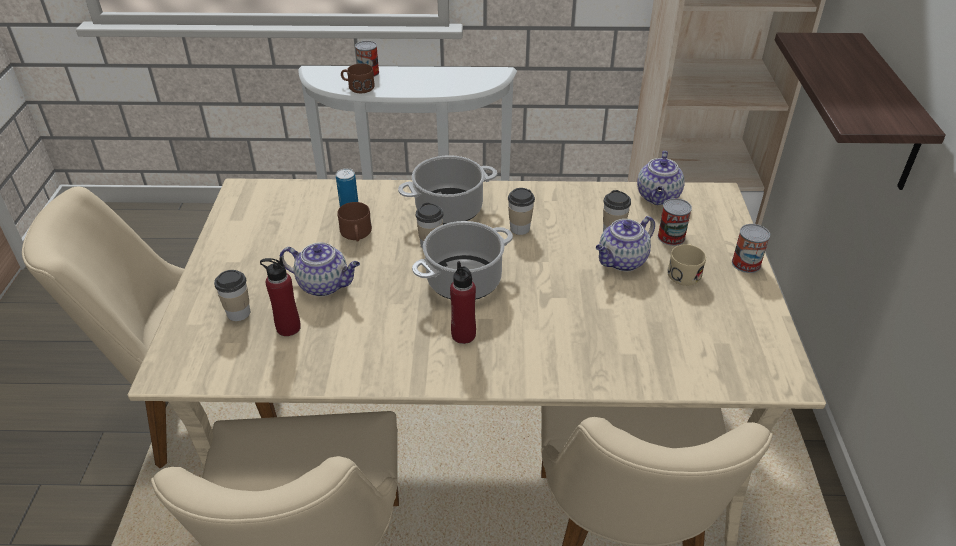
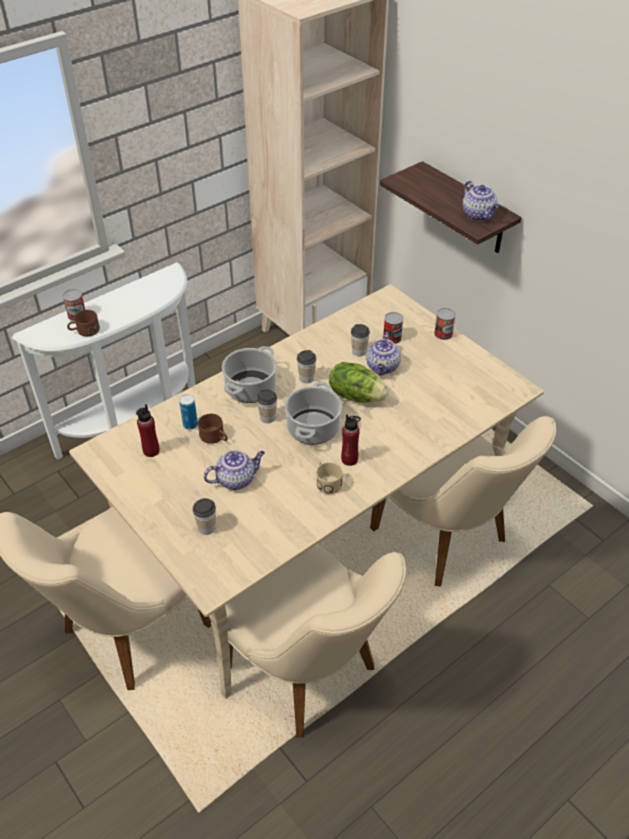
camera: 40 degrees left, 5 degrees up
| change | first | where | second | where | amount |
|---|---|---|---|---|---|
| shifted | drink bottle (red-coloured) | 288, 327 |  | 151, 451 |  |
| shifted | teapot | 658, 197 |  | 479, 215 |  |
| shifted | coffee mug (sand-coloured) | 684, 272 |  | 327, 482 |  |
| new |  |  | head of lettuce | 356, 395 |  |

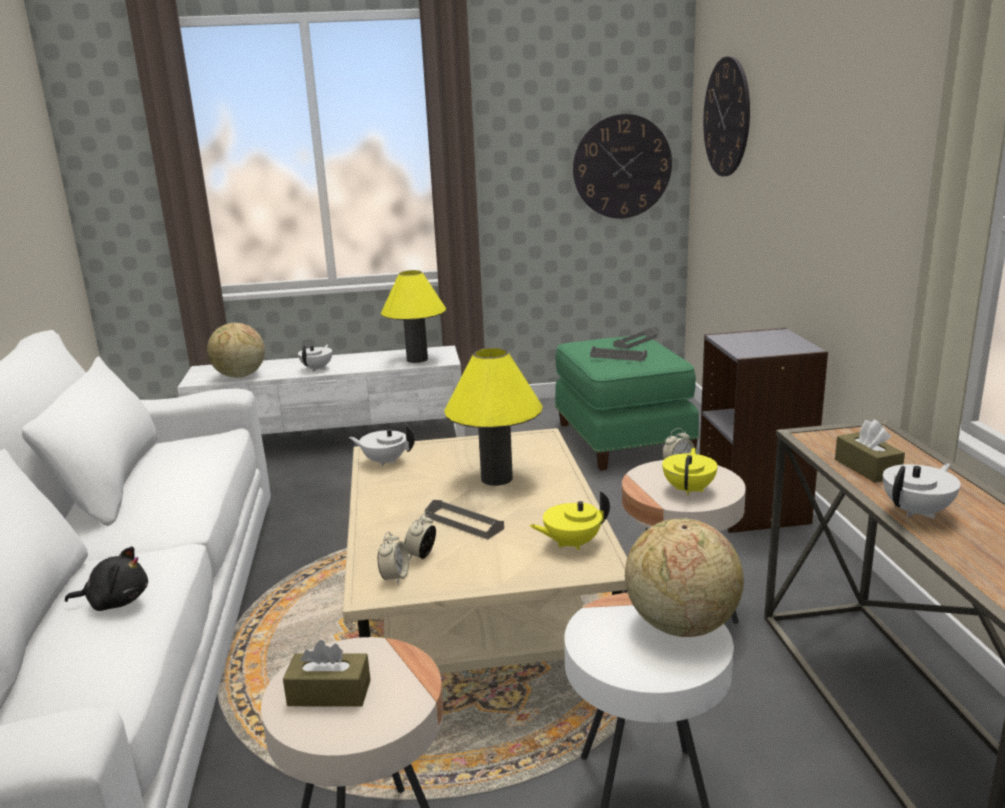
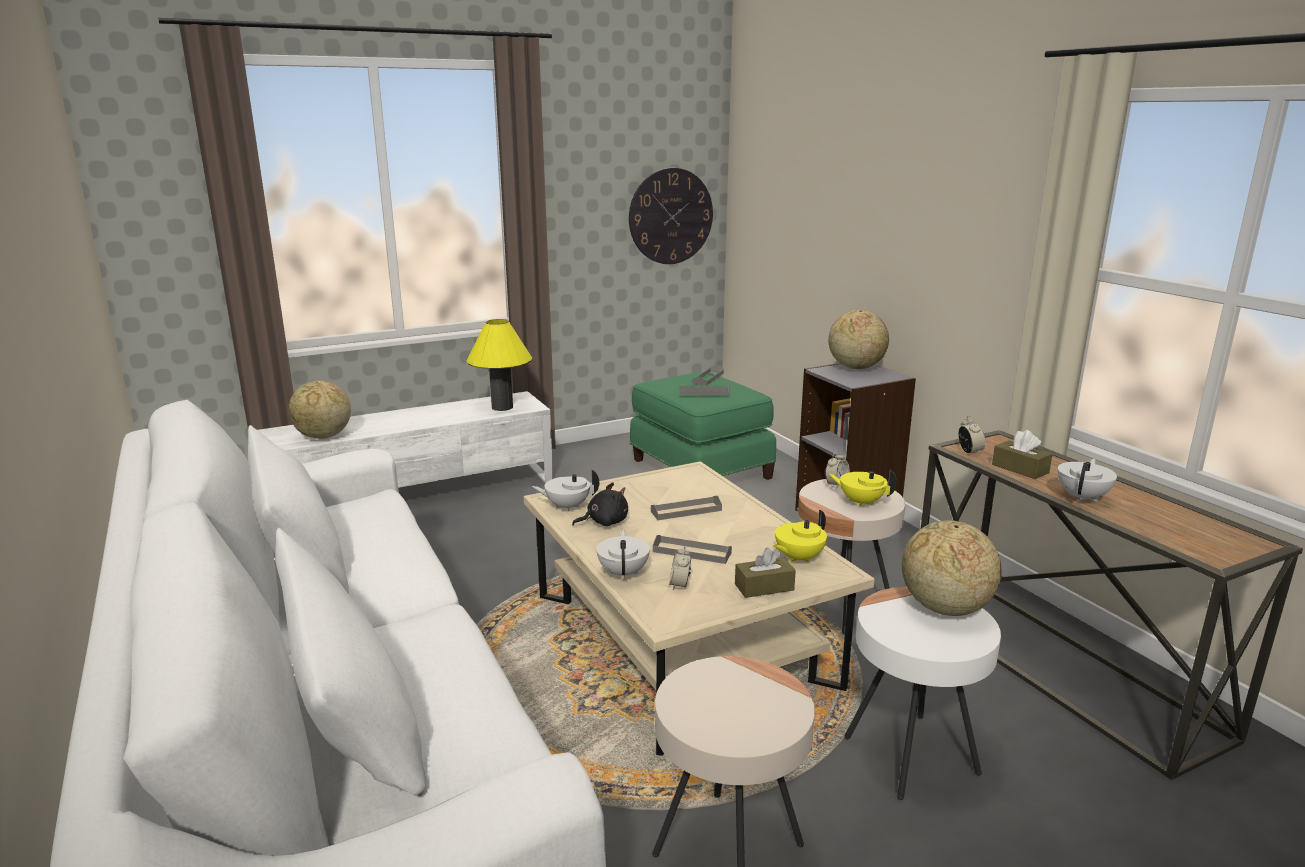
camera: 20 degrees left, 0 degrees up
| change | first | where | second | where | amount |
|---|---|---|---|---|---|
| shifted | soft toy (black-coloured) | 116, 601 |  | 604, 522 |  |
| shifted | tissue box (brownish) | 329, 693 |  | 764, 587 |  |
| shifted | teapot (white) | 317, 368 |  | 624, 572 |  |
| shifted | bedside clock | 395, 577 |  | 969, 451 |  |
| swapped | table lamp (yellow-coloured) | 496, 478 | serving tray (gray) | 686, 511 |  |
| rotated | teapot (yellow-coloured) | 689, 489 |  | 861, 502 | 60 degrees counterclockwise |
| gone | hanging clock | 727, 117 |  |  |  |
| new |  |  | world globe | 855, 368 |  |

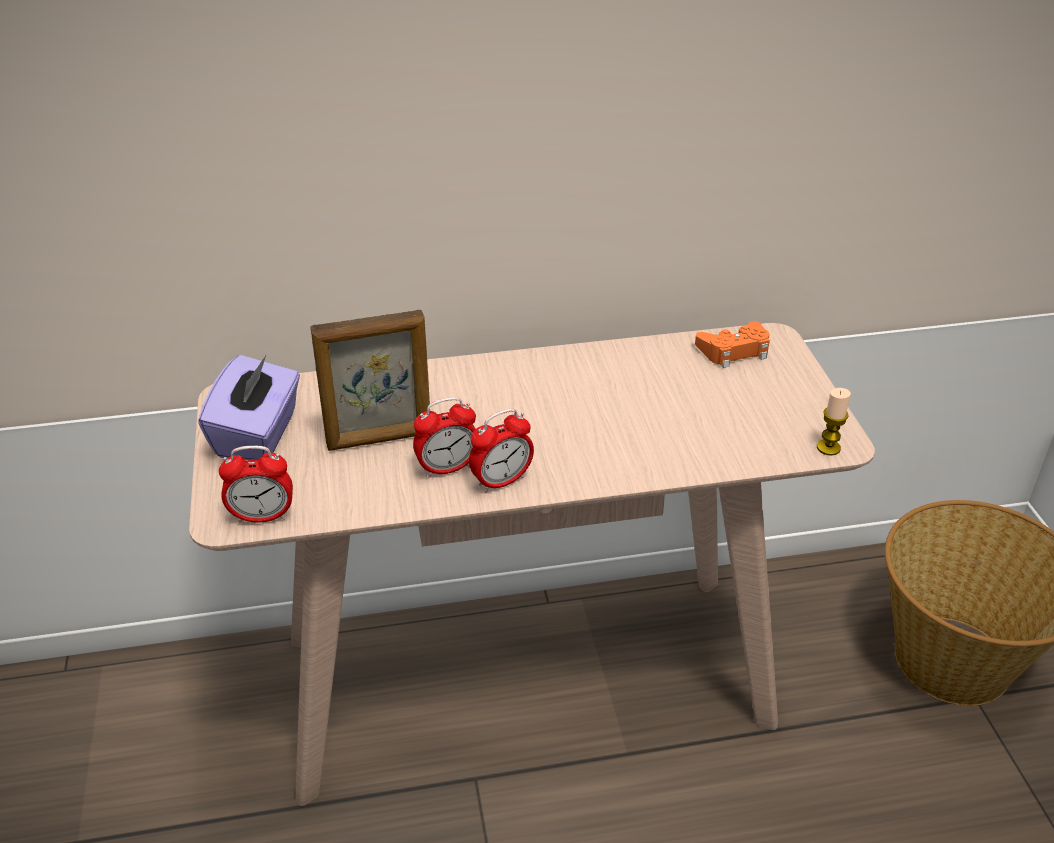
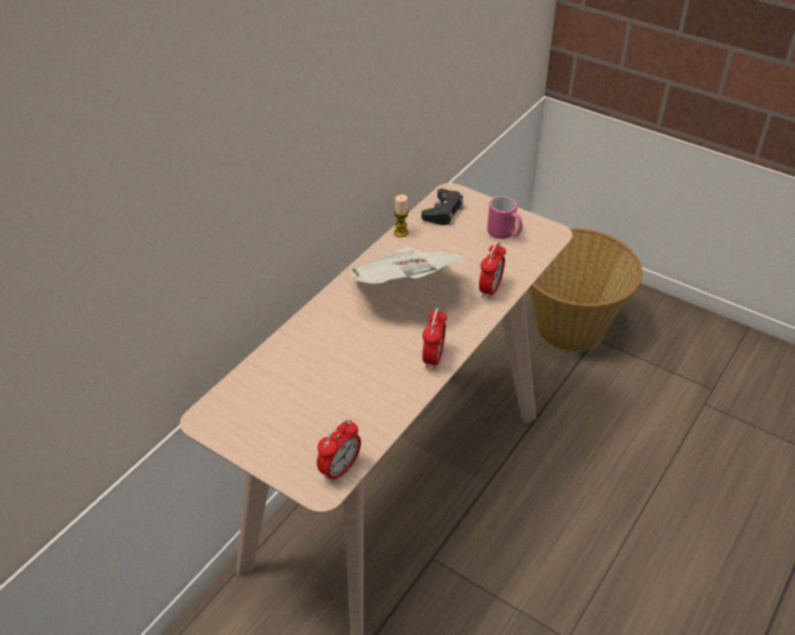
camera: 45 degrees left, 5 degrees up
| change | first | where | second | where | amount |
|---|---|---|---|---|---|
| gone | tissue box (purple) | 258, 434 |  |  |  |
| gone | picture frame | 380, 439 |  |  |  |
| shifted | bedside clock | 447, 468 |  | 490, 289 |  |
| repainted | game controller (orangey) | 734, 351 | game controller (black-coloured) | 443, 212 |  |
| shifted | candle | 828, 448 |  | 401, 232 |  |
| new |  |  | printed paper | 405, 287 |  |
| new |  |  | coffee mug (pink-coloured) | 504, 234 |  |

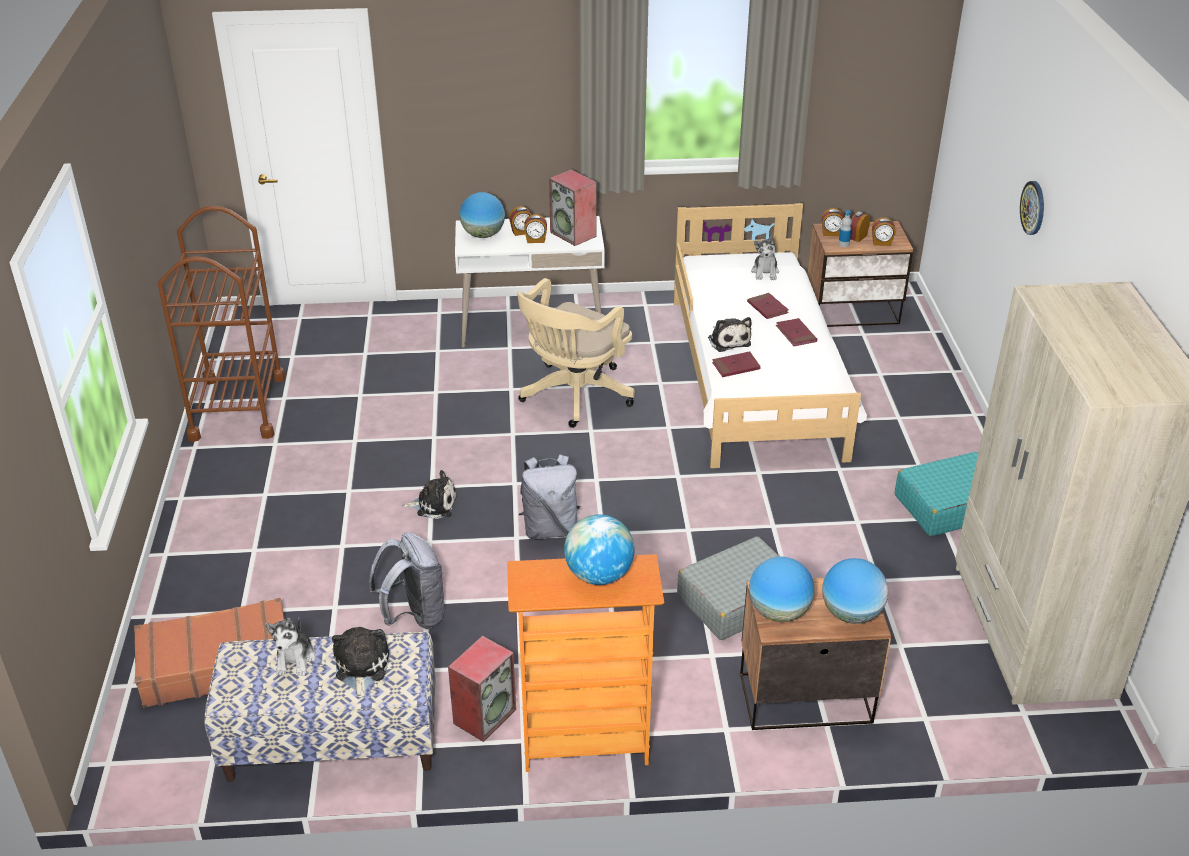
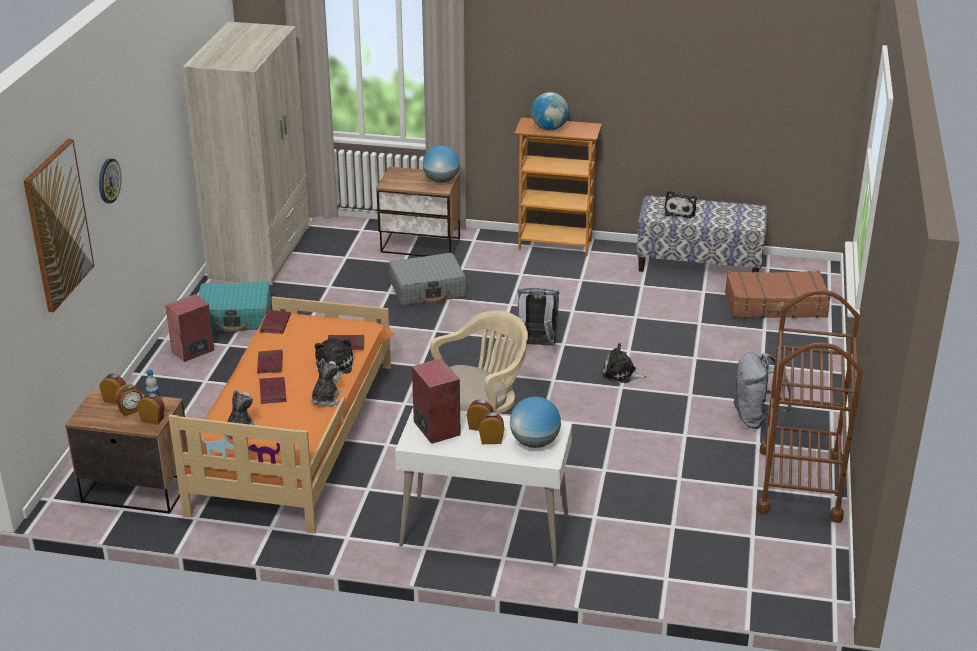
camera: 165 degrees left, 5 degrees down
| change | first | where | second | where | amount |
|---|---|---|---|---|---|
| shifted | soft toy | 295, 659 |  | 325, 399 |  |
| shifted | rucksack (gray) | 414, 615 |  | 756, 418 |  |
| shifted | speaker | 484, 715 |  | 192, 351 |  |
| repainted | bedroom bed (white) | 757, 377 | bedroom bed (orangey) | 293, 435 |  |
| gone | world globe | 851, 614 |  |  |  |
| new |  |  | wall picture | 58, 225 |  |
| new |  |  | bound book (red-coloured) | 275, 324 |  |

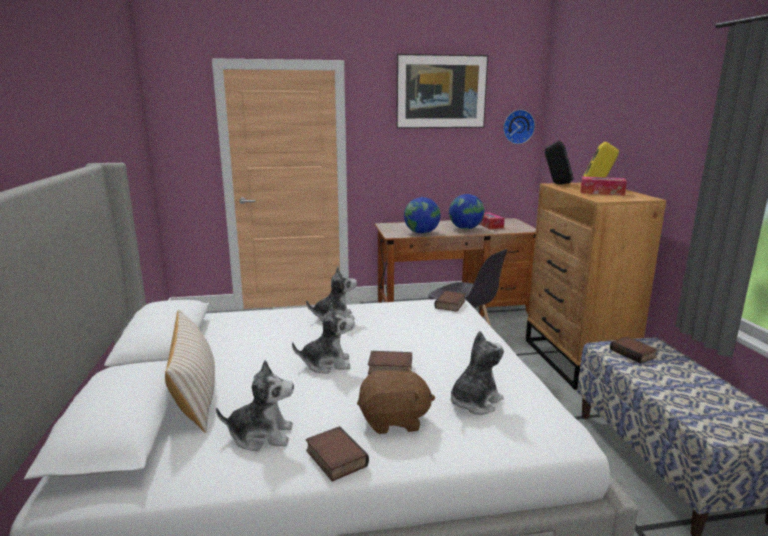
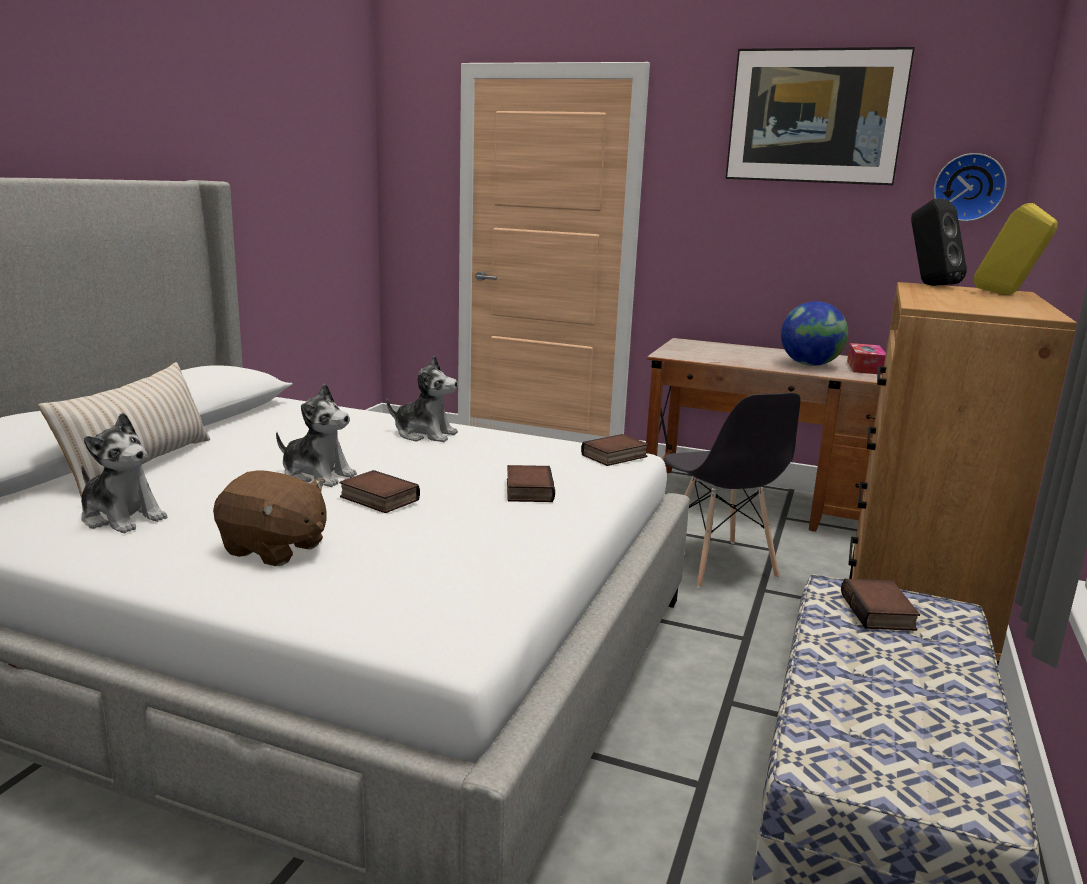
camera: 30 degrees right, 0 degrees up
| change | first | where | second | where | amount |
|---|---|---|---|---|---|
| shifted | bound book | 334, 458 |  | 527, 490 |  |
| gone | world globe | 421, 233 |  |  |  |
| gone | soft toy | 474, 402 |  |  |  |
| gone | tissue box | 601, 192 |  |  |  |

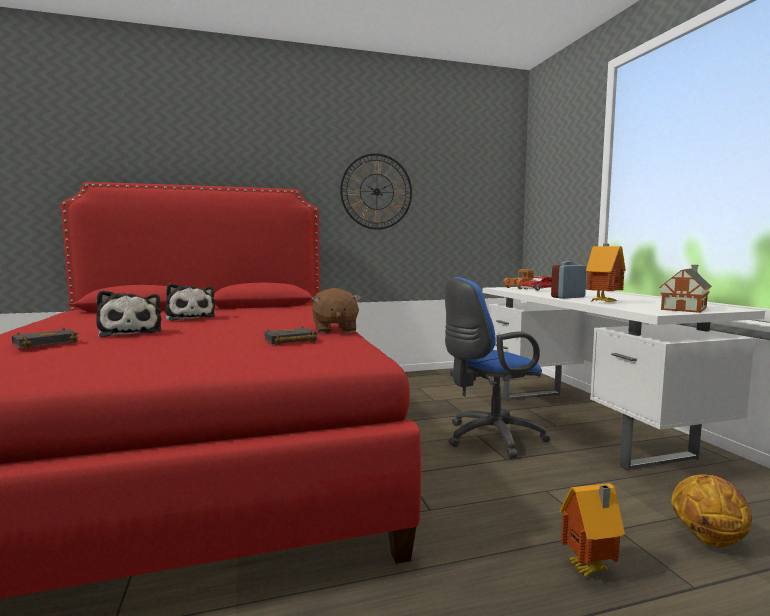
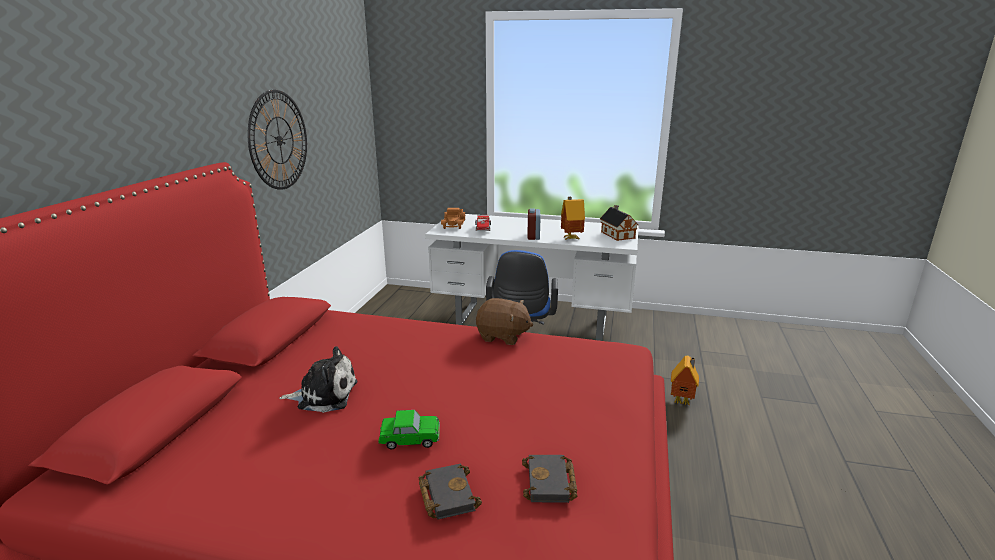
camera: 60 degrees left, 15 degrees up
| change | first | where | second | where | amount |
|---|---|---|---|---|---|
| swapped | soft toy | 131, 332 | toy car | 410, 439 |  |
| shifted | bound book (black-coloured) | 289, 341 |  | 551, 483 |  |
| gone | ball for basketball | 707, 538 |  |  |  |

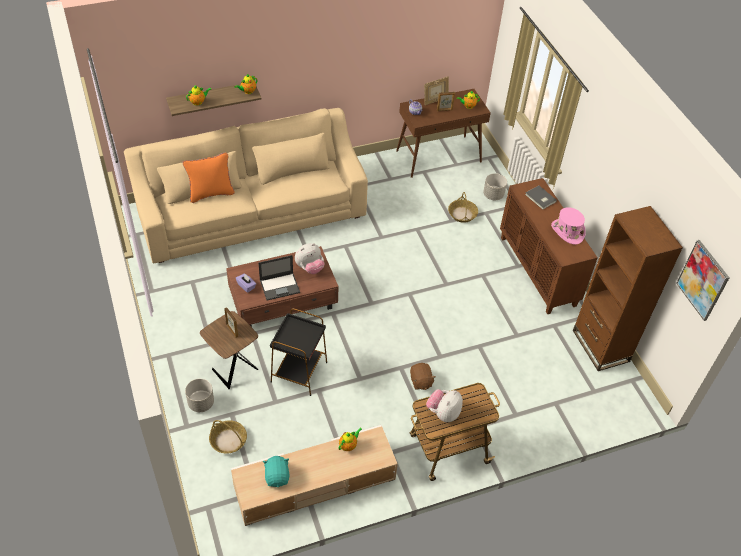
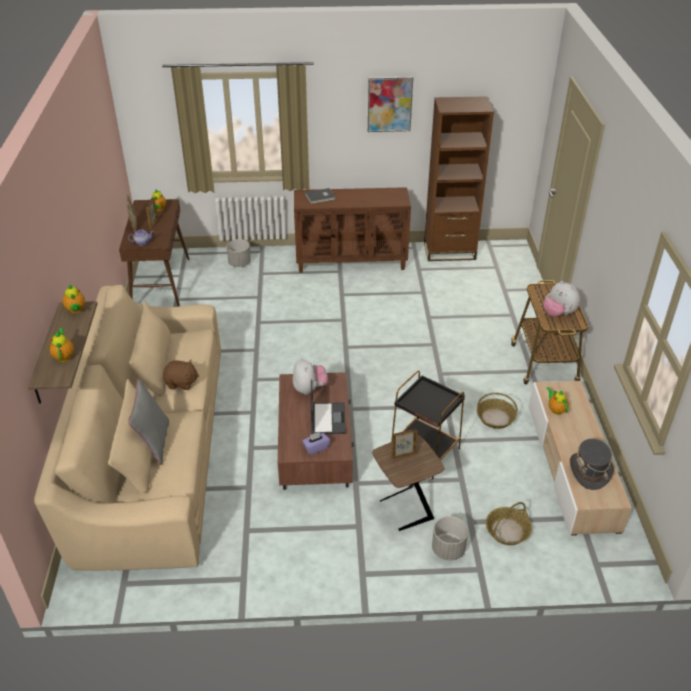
camera: 70 degrees left, 10 degrees down
| change | first | where | second | where | amount |
|---|---|---|---|---|---|
| repainted | pillow (orangey) | 211, 193 | pillow (gray) | 154, 443 |  |
| swapped | soft toy (turquoise-coloured) | 277, 476 | hat (gray) | 590, 471 |  |
| shifted | soft toy (brownish) | 420, 381 |  | 181, 383 |  |
| shifted | storage basket | 462, 214 |  | 495, 418 |  |
| gone | hat (pink-coloured) | 567, 231 |  |  |  |
| shifted | wall picture | 703, 280 |  | 389, 104 |  |

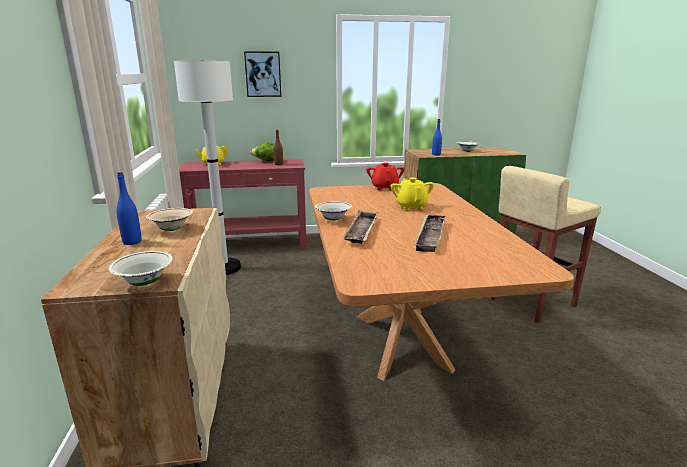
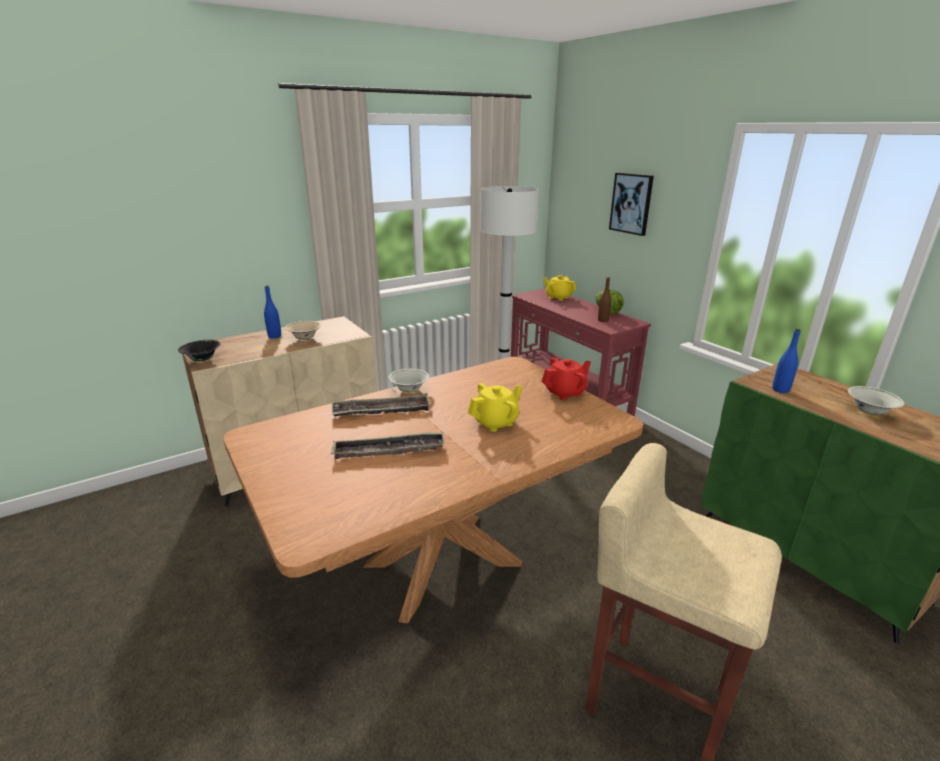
camera: 65 degrees right, 5 degrees up
| change | first | where | second | where | amount |
|---|---|---|---|---|---|
| repainted | serving bowl (white) | 145, 283 | serving bowl (black-coloured) | 202, 360 |  |

